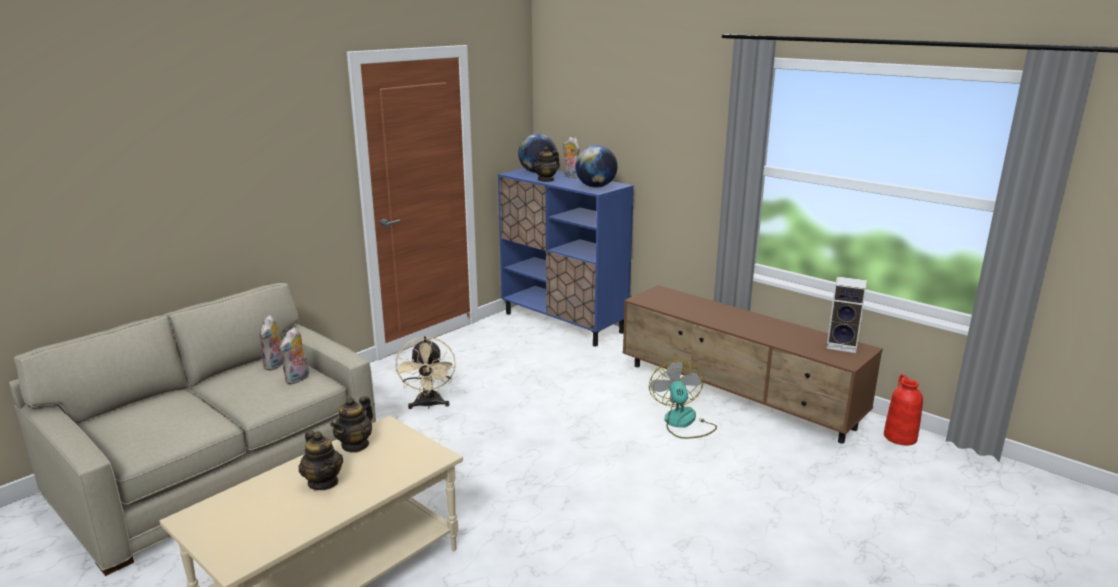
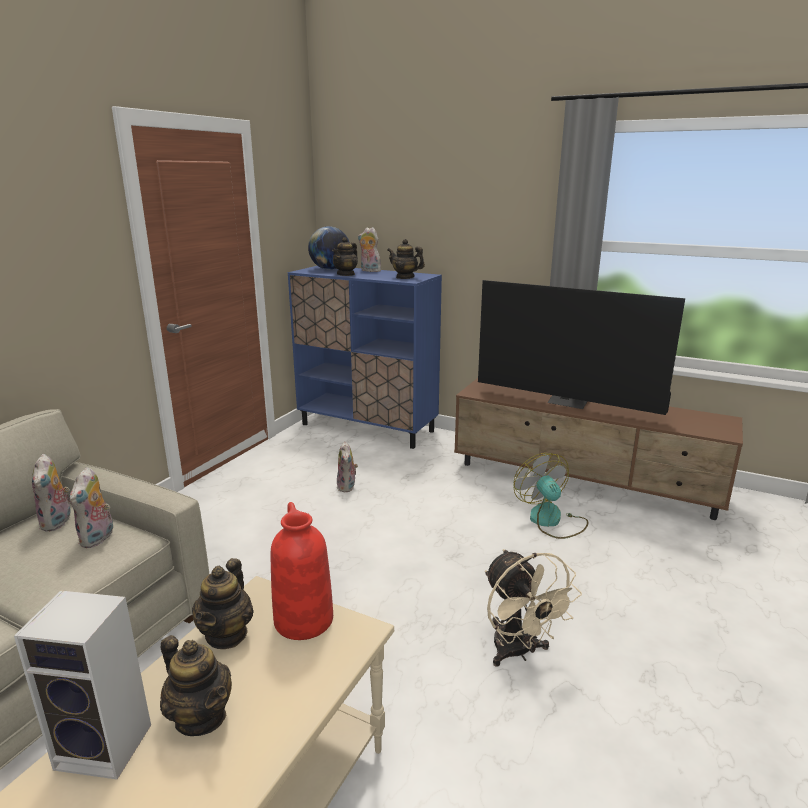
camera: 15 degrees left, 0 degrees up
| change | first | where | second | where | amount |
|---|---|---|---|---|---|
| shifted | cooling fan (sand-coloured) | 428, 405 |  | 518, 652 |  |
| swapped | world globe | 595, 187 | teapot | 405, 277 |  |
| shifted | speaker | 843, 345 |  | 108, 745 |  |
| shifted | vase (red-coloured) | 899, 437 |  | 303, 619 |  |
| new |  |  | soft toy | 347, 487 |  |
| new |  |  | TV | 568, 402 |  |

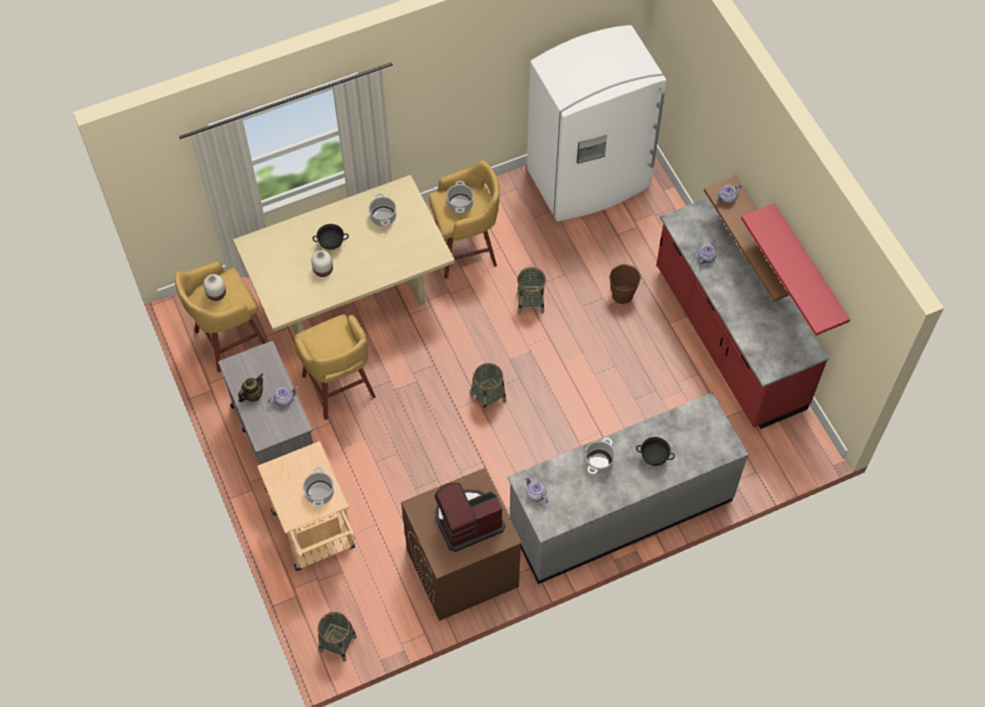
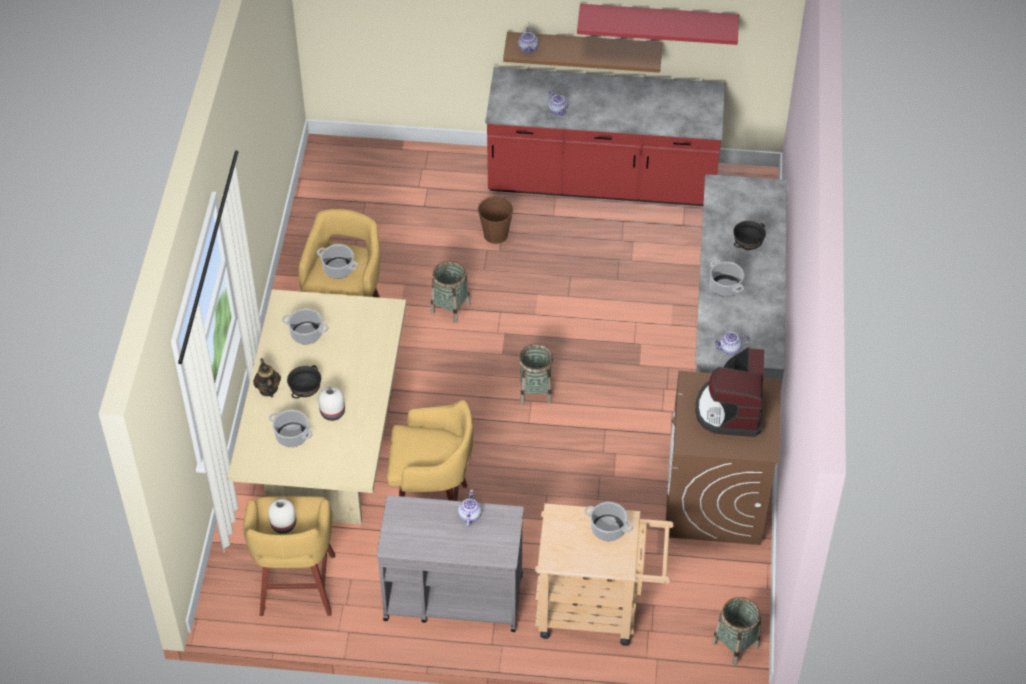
camera: 60 degrees left, 10 degrees down
| change | first | where | second | where | amount |
|---|---|---|---|---|---|
| shifted | teapot | 253, 395 |  | 268, 389 |  |
| gone | fridge (white) | 589, 180 |  |  |  |
| new |  |  | cooking pot | 291, 436 |  |

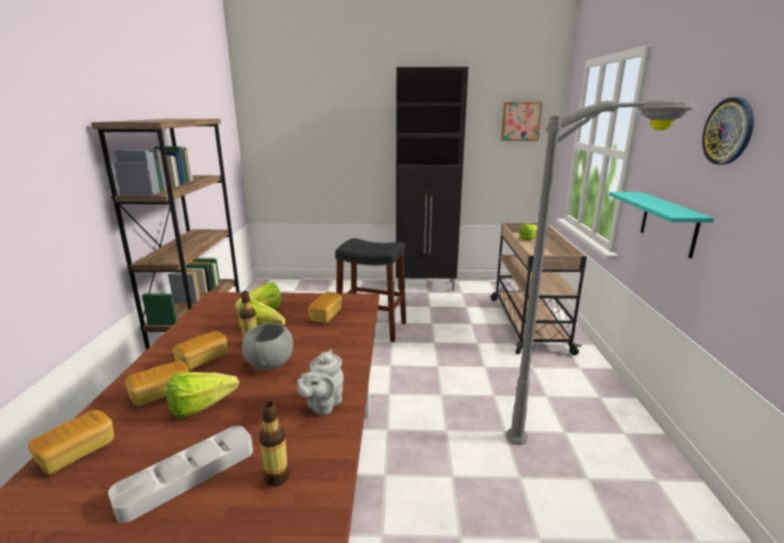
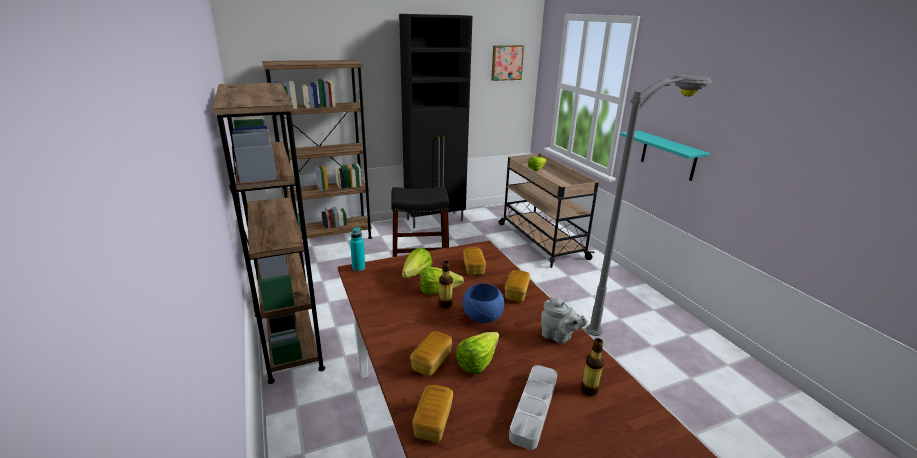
camera: 25 degrees left, 5 degrees up
| change | first | where | second | where | amount |
|---|---|---|---|---|---|
| shifted | bread | 203, 360 |  | 516, 293 |  |
| repainted | serving bowl (gray) | 270, 363 | serving bowl (blue-coloured) | 482, 316 |  |
| rotated | teapot (gray) | 322, 405 |  | 558, 337 | 60 degrees counterclockwise |
| gone | hanging clock | 728, 131 |  |  |  |
| new |  |  | bookcase (brownish) | 330, 237 |  |
| new |  |  | drink bottle (turquoise-coloured) | 358, 268 |  |

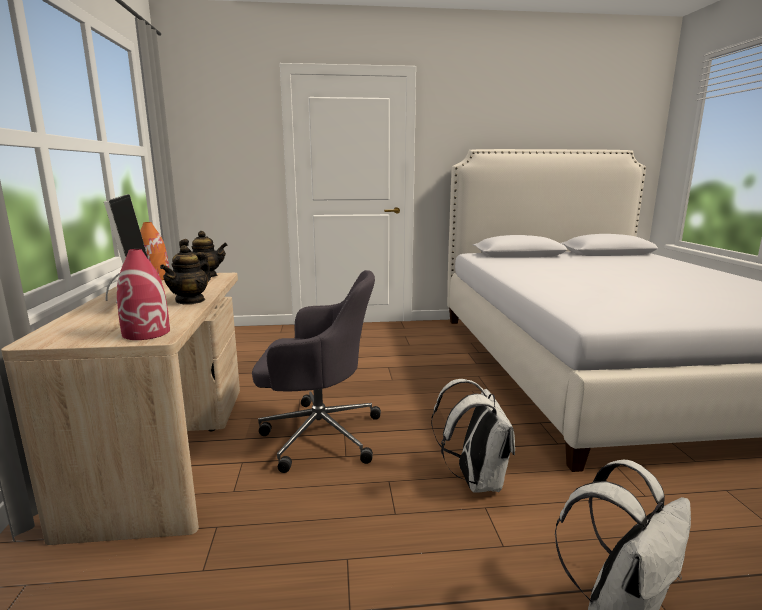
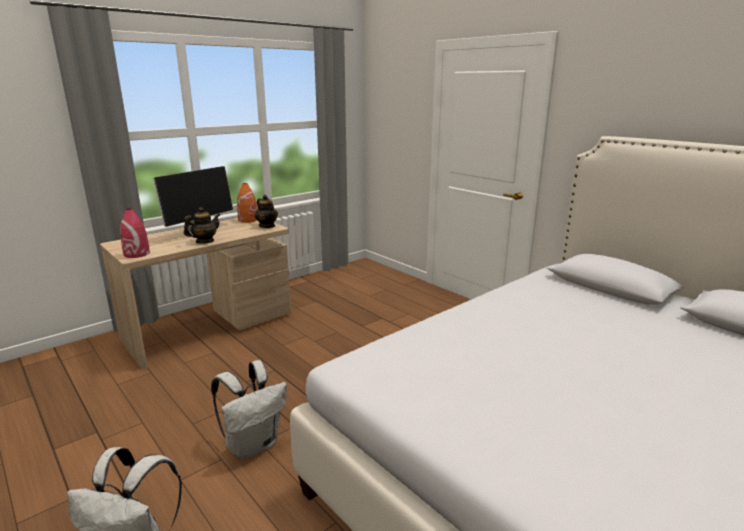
camera: 55 degrees right, 5 degrees up
| change | first | where | second | where | amount |
|---|---|---|---|---|---|
| rotated | teapot | 190, 301 |  | 204, 241 | 150 degrees clockwise |
| gone | computer chair (gray) | 318, 434 |  |  |  |

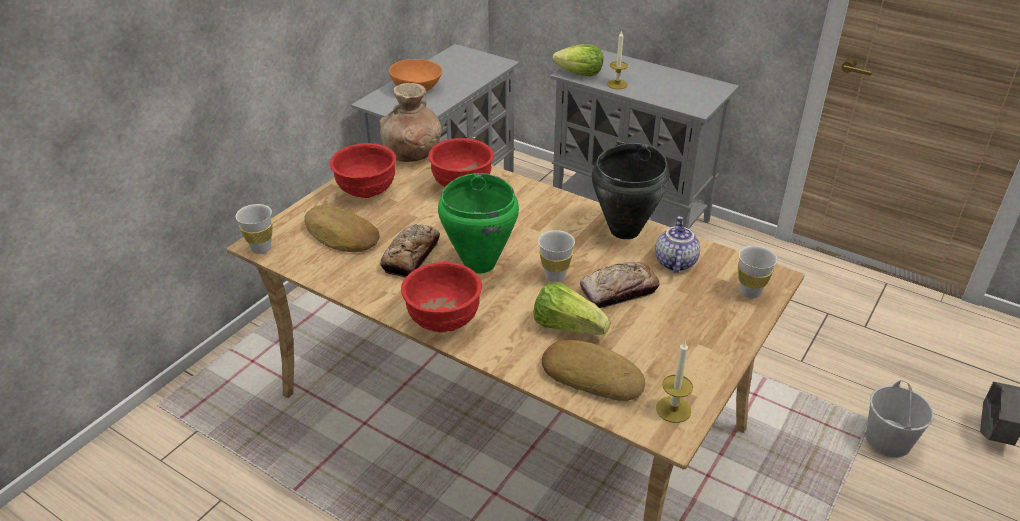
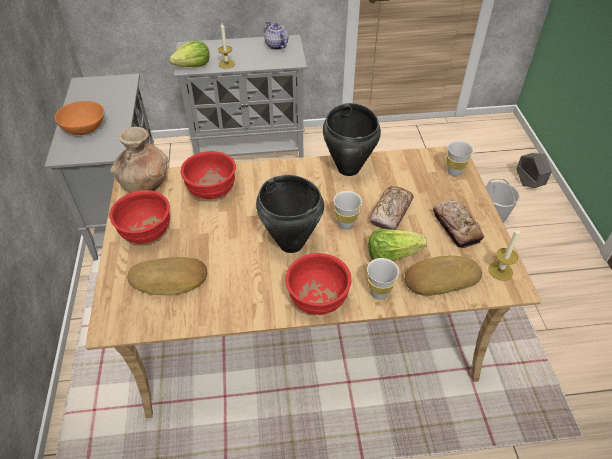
camera: 40 degrees left, 10 degrees up
| change | first | where | second | where | amount |
|---|---|---|---|---|---|
| shifted | cup (white) | 261, 248 |  | 379, 293 |  |
| shifted | bread | 411, 256 |  | 456, 227 |  |
| repainted | cooking pot (green) | 479, 264 | cooking pot (black-coloured) | 291, 244 |  |
| shifted | teapot | 674, 262 |  | 276, 46 |  |

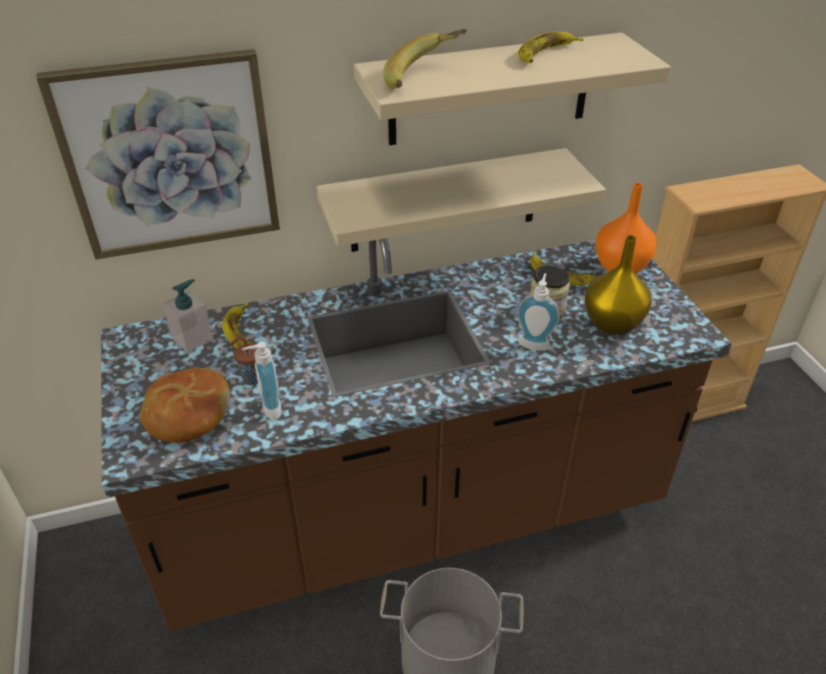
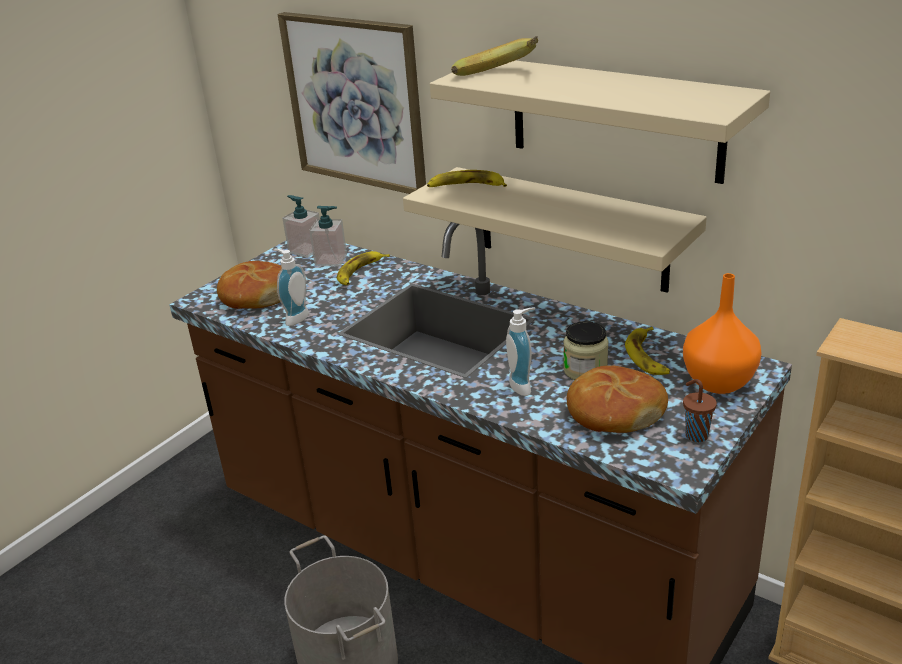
camera: 55 degrees right, 10 degrees down
| change | first | where | second | where | amount |
|---|---|---|---|---|---|
| shifted | cup (brownish) | 251, 379 |  | 695, 435 |  |
| shifted | banana fruit | 545, 53 |  | 466, 186 |  |
| swapped | vase (yellow-coloured) | 611, 323 | bread | 614, 412 |  |
| new |  |  | soap dispenser | 306, 250 |  |

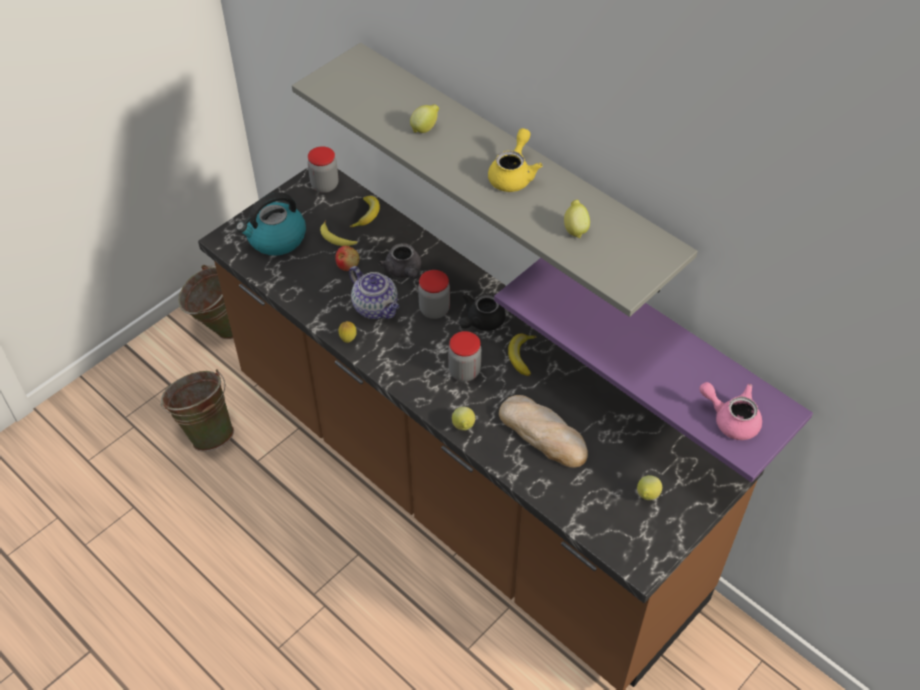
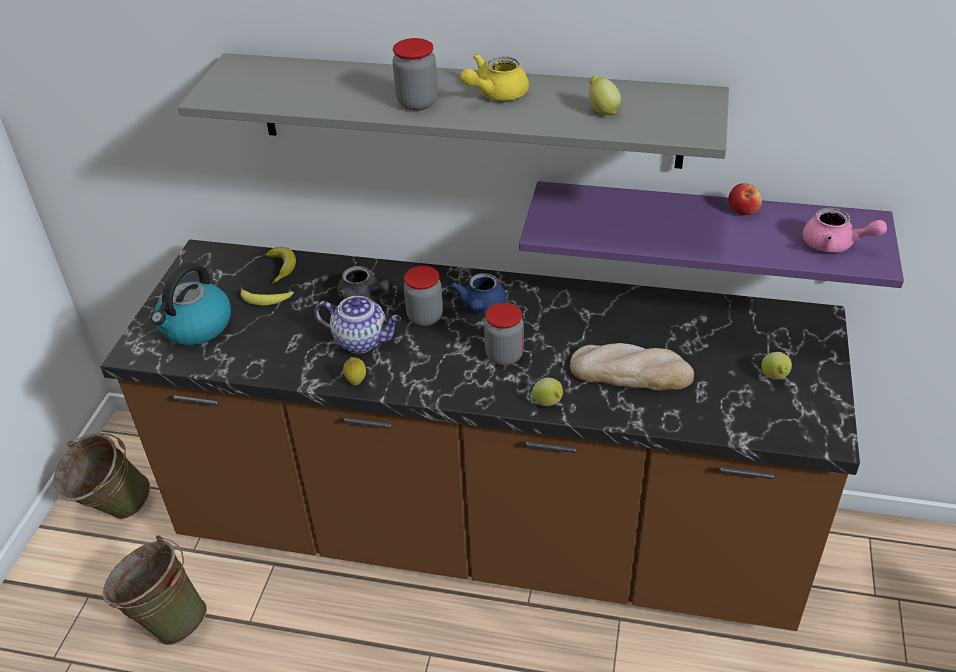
camera: 30 degrees left, 10 degrees down
| change | first | where | second | where | amount |
|---|---|---|---|---|---|
| shifted | storage jar | 325, 185 |  | 417, 103 |  |
| shifted | apple fruit | 348, 265 |  | 743, 210 |  |
| gone | whole lemon | 425, 128 |  |  |  |
| repainted | teapot (black-coloured) | 481, 321 | teapot (blue-coloured) | 481, 307 |  |
| rotated | teapot (yellow-coloured) | 513, 175 |  | 495, 94 | 120 degrees counterclockwise |
| gone | banana fruit | 521, 356 |  |  |  |
| rotated | teapot (pink-coloured) | 731, 419 |  | 835, 245 | 150 degrees counterclockwise |

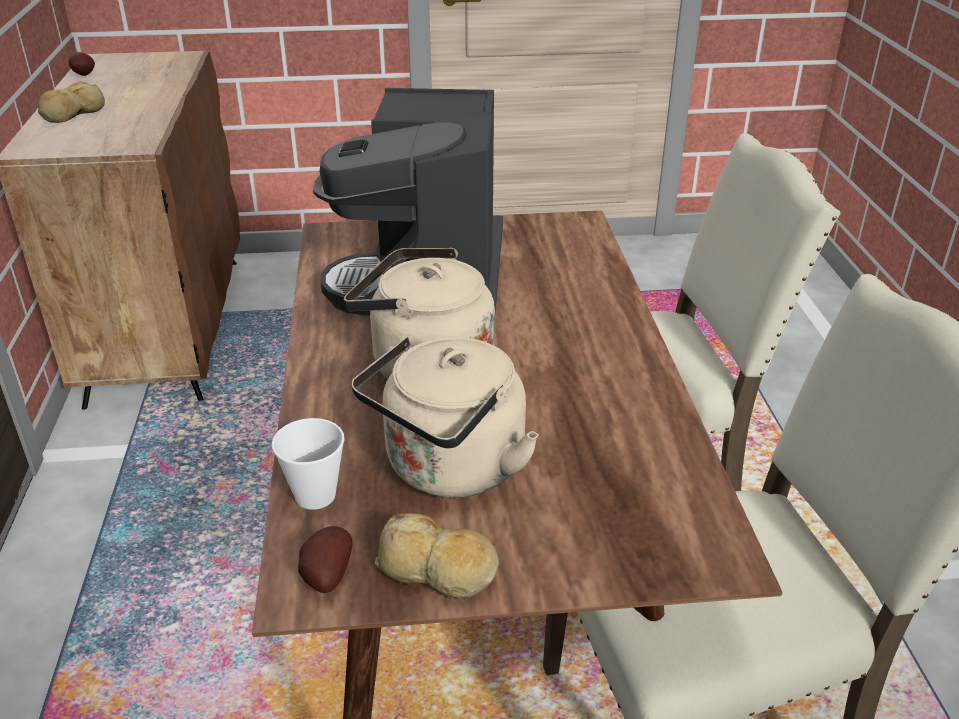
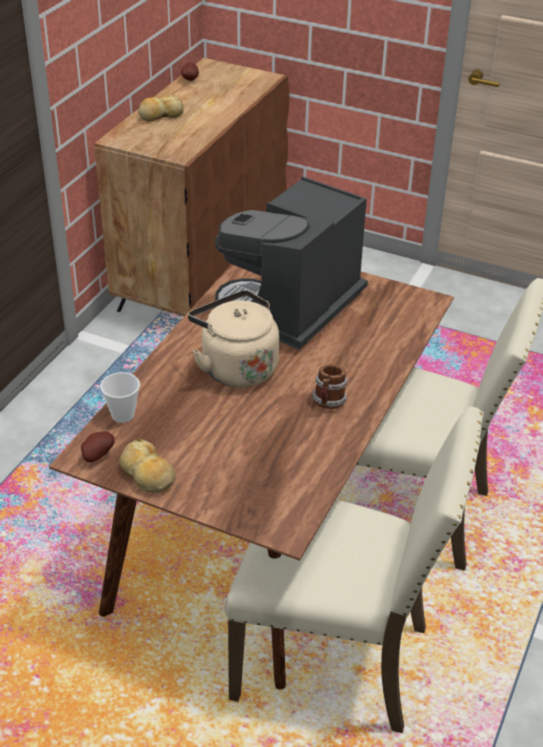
camera: 30 degrees right, 5 degrees up
| change | first | where | second | where | amount |
|---|---|---|---|---|---|
| gone | tea kettle (sand-coloured) | 449, 469 |  |  |  |
| new |  |  | coffee mug | 329, 403 |  |

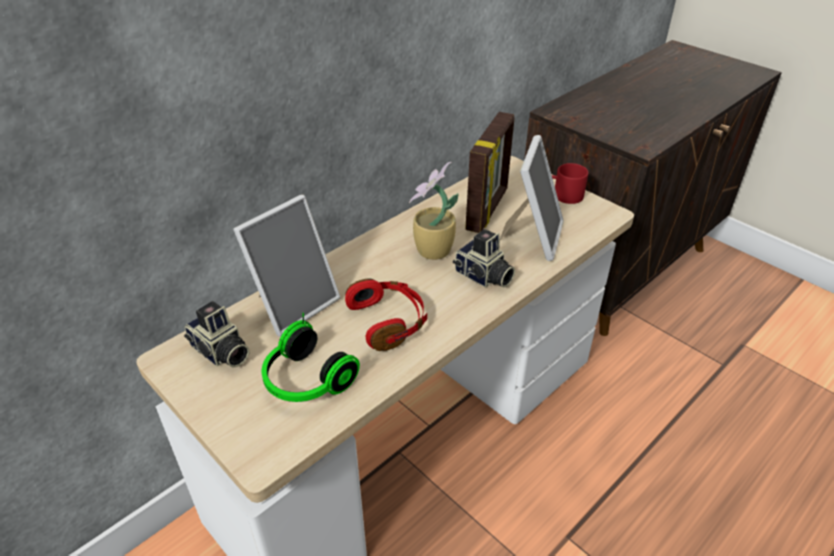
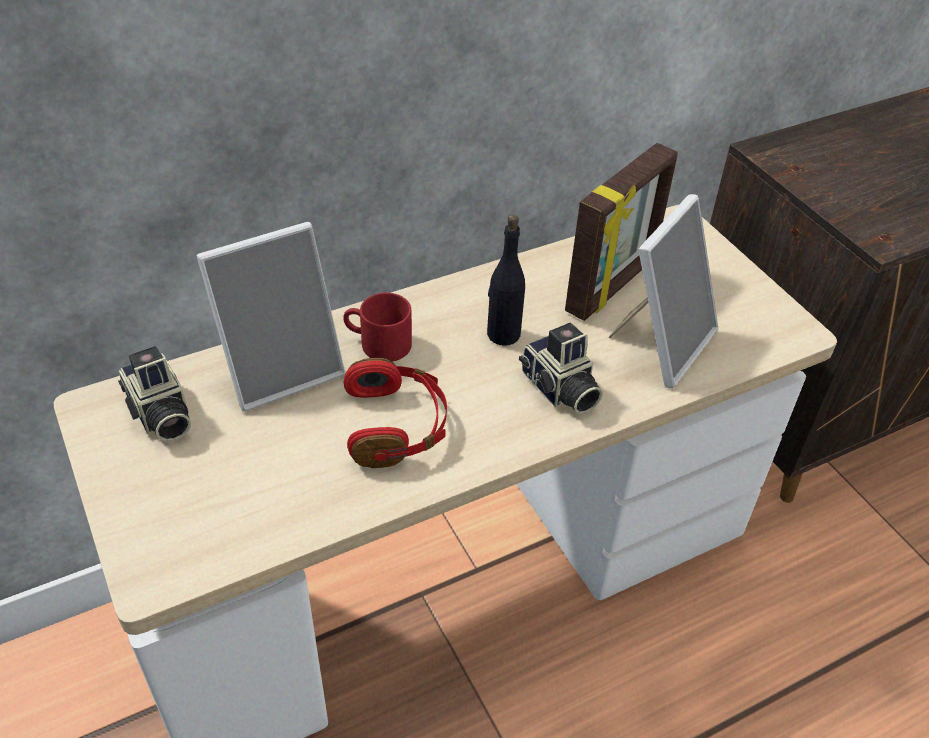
camera: 15 degrees right, 5 degrees up
| change | first | where | second | where | amount |
|---|---|---|---|---|---|
| gone | pair of headphones | 305, 381 |  |  |  |
| swapped | houseplant | 432, 252 | drink bottle (black-coloured) | 503, 334 |  |
| shifted | coffee mug (red-coloured) | 563, 196 |  | 377, 344 |  |

